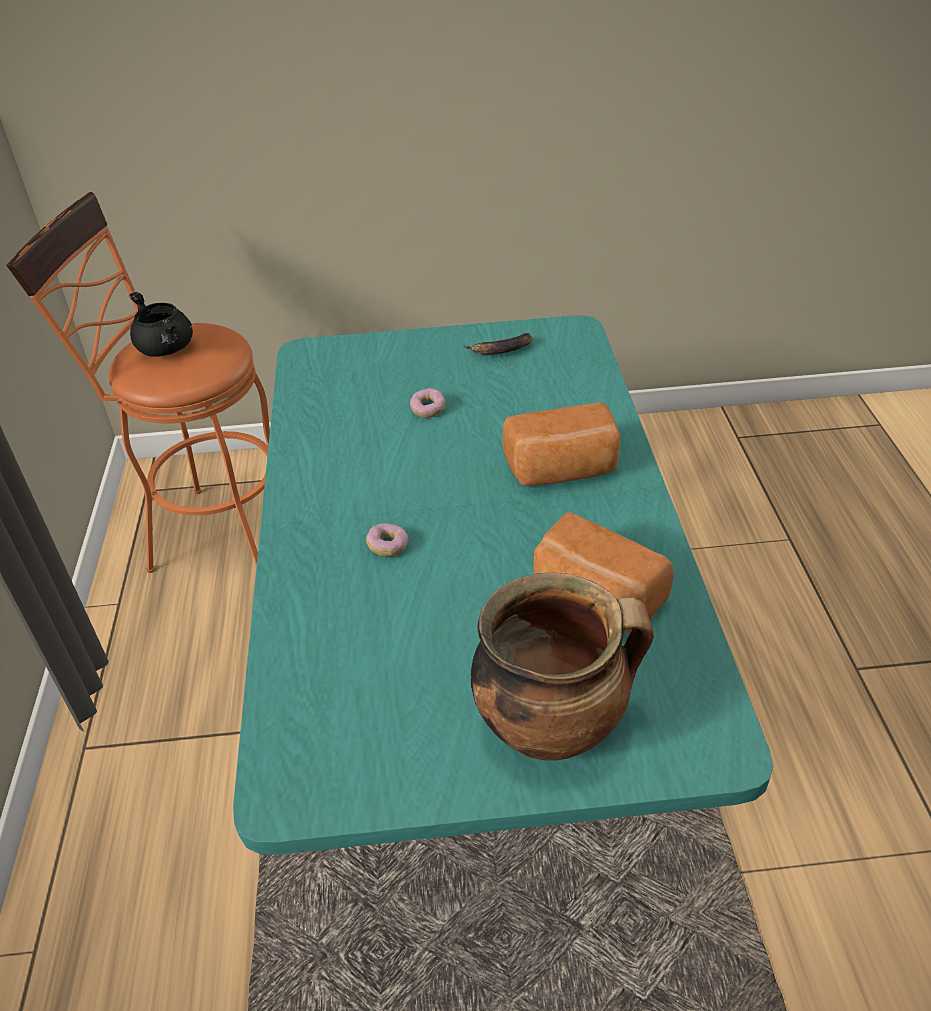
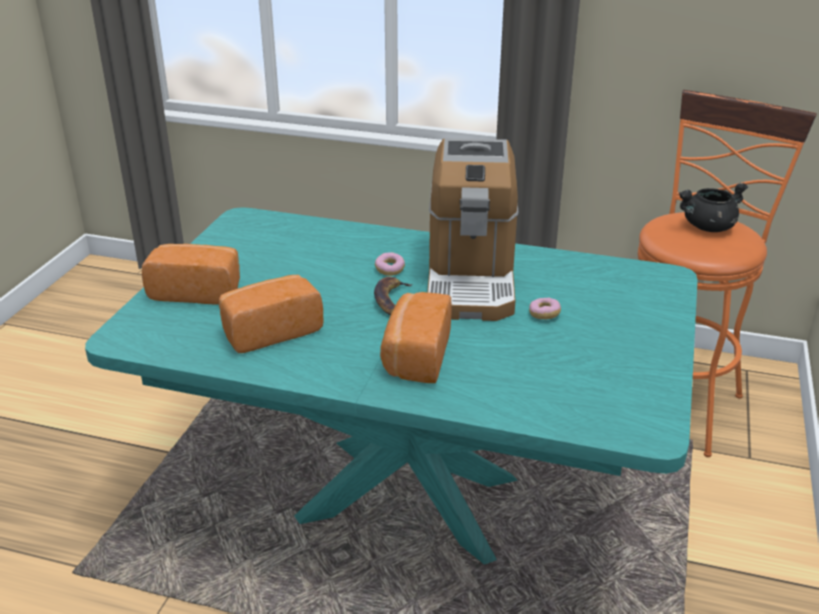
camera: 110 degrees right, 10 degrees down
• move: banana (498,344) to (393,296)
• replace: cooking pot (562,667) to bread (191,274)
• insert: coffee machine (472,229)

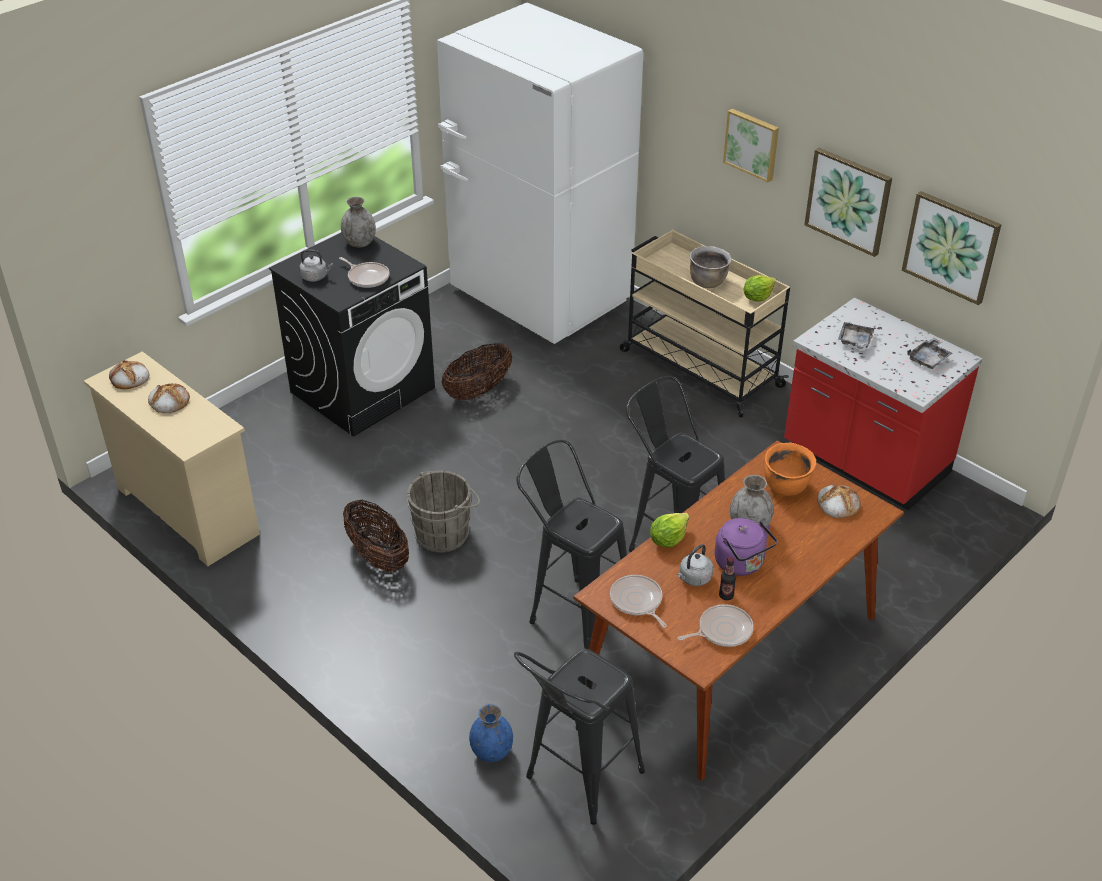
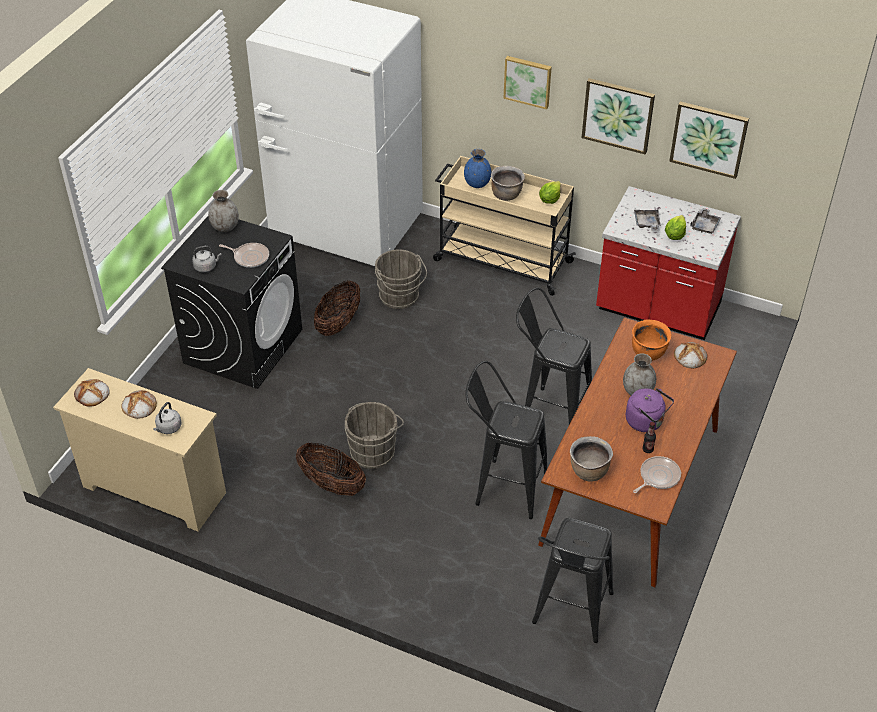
camera: 20 degrees left, 5 degrees up
• move: blue vase (491,733) to (477,168)
• replace: frying pan (638,601) to brown cooking pot (591,459)
• move: lettuce (669,530) to (675,227)
• move: grey kettle (695,565) to (167,418)
• insert: grey bucket (401,279)

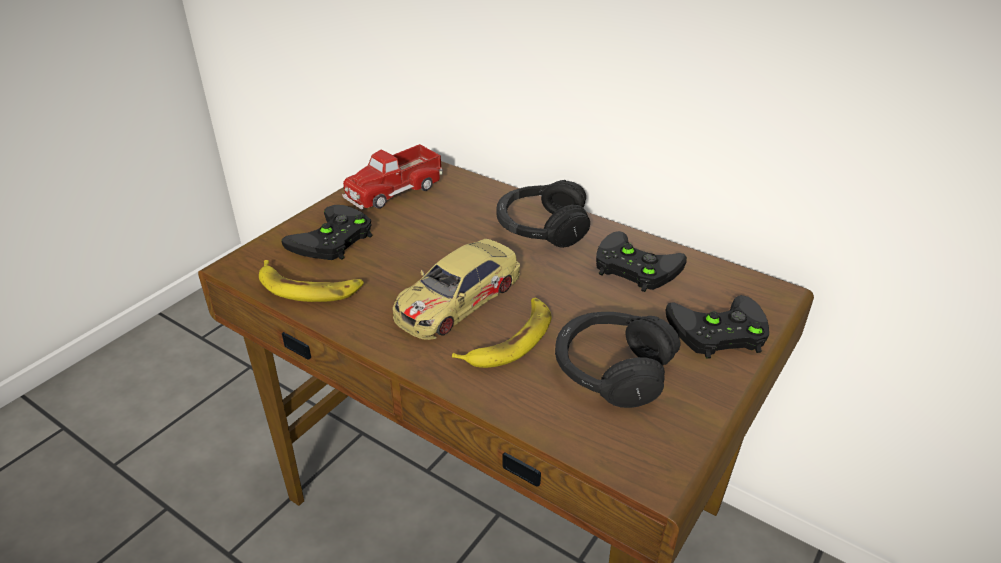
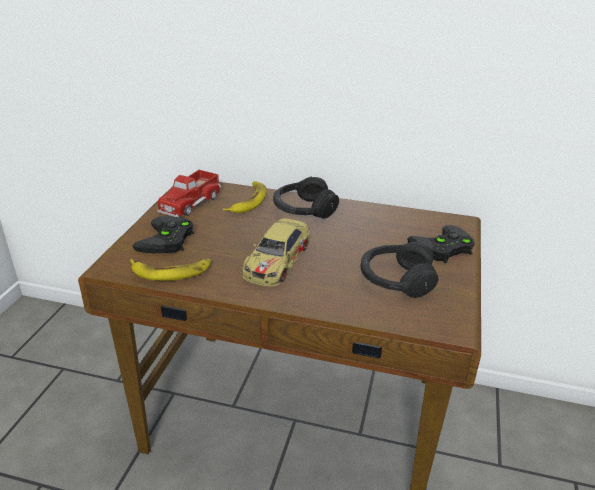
camera: 20 degrees left, 5 degrees down
• move: banana (501,333) to (245,197)
• delete: black game controller (641,261)

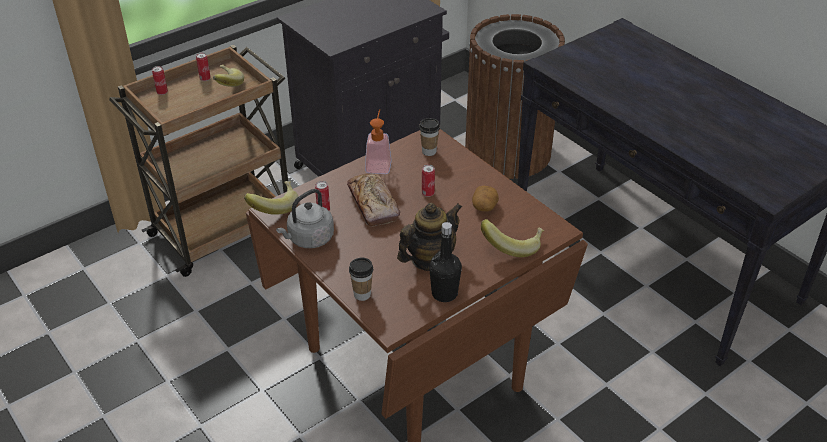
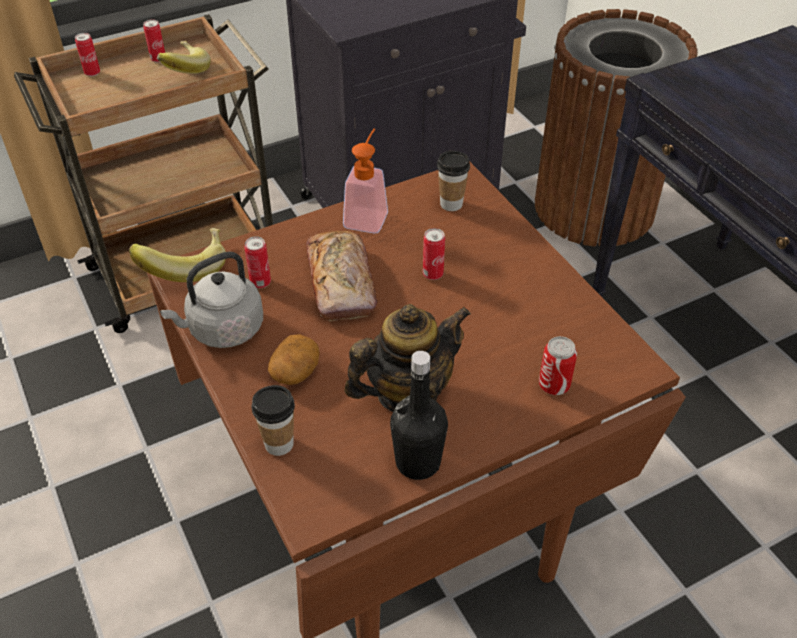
camera: 10 degrees right, 5 degrees up
• move: potato (485,198) to (294,359)
• replace: banana (512,238) to can (558,365)

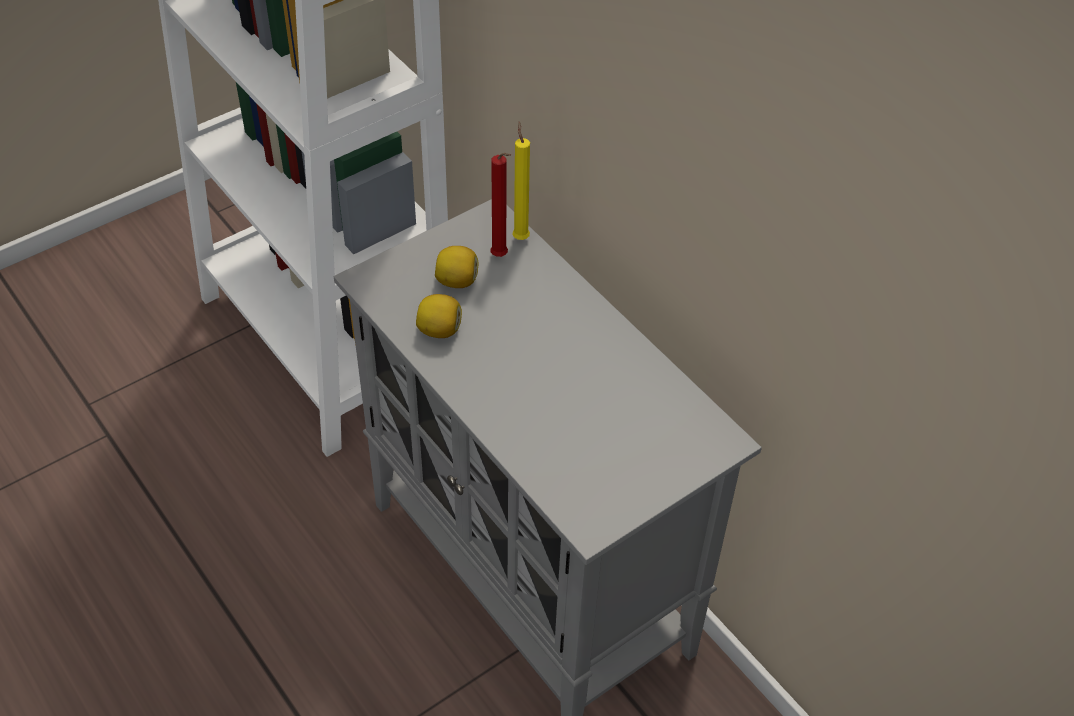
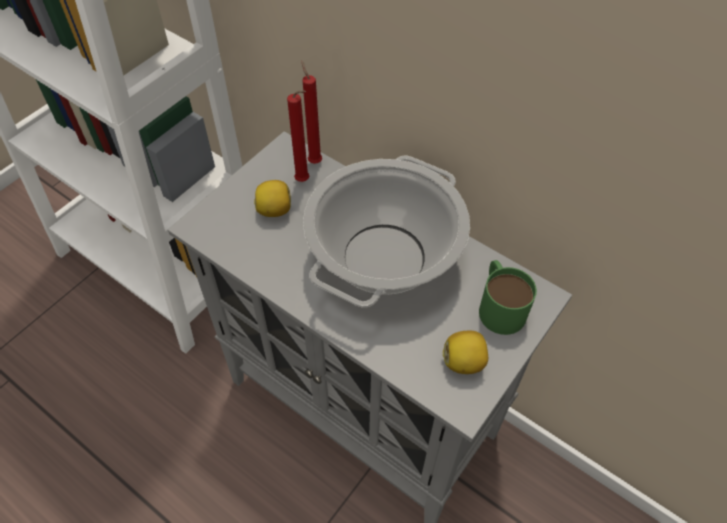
camera: 15 degrees left, 5 degrees up
• move: lemon (439,316) to (465,352)
• recolor: yellow candle (521,180) to red candle (311,112)
• insert: cooking pot (386,232)
• insert: green mug (508,297)

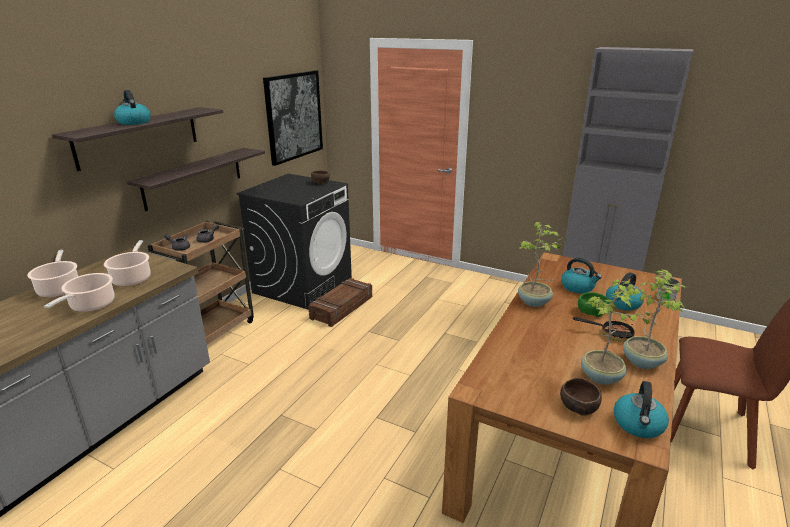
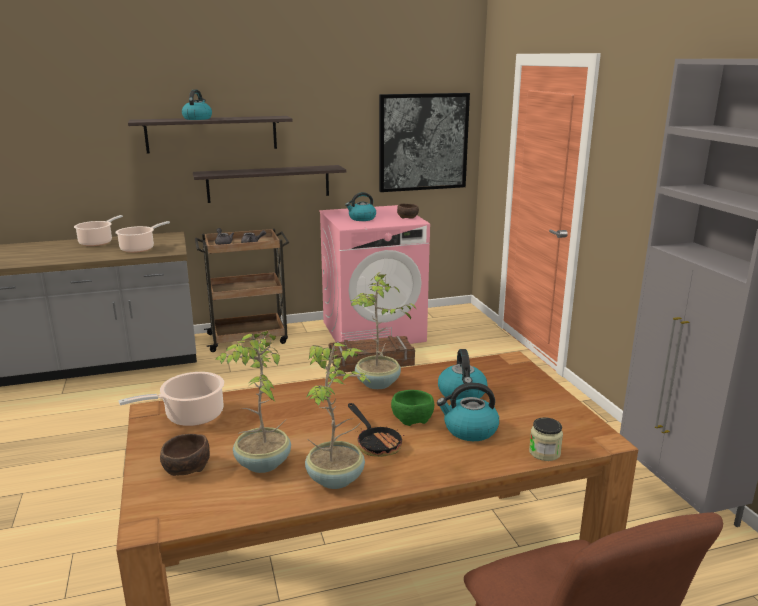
camera: 45 degrees right, 5 degrees down
• move: cooking pot (79,292) to (171,399)
• recolor: black washing machine (294,242) to pink washing machine (374,274)
• move: kettle (641,409) to (360,206)

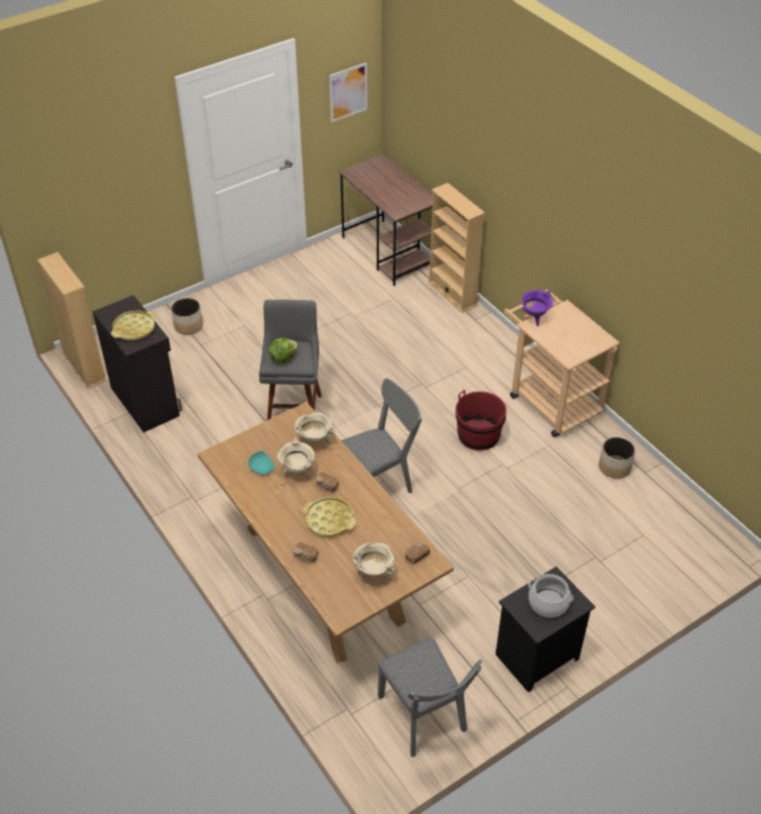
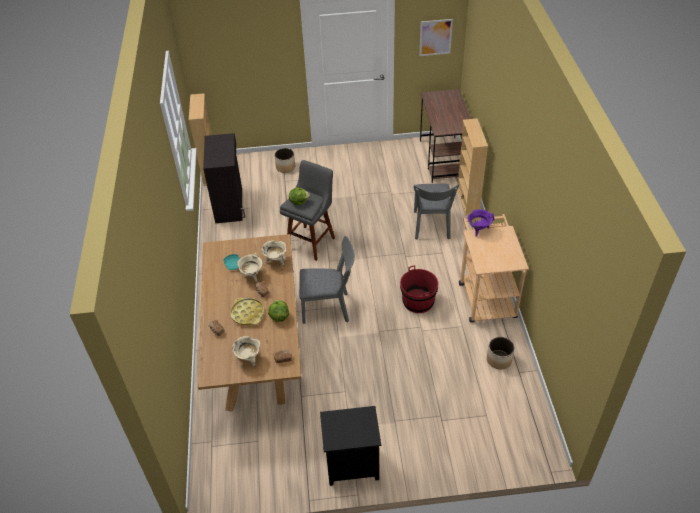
camera: 30 degrees right, 0 degrees up
• delete: yellow tray (133,325)
• move: grey chair (430,697) to (436,212)
• delete: cooking pot (550,596)
• insert: lettuce (278,311)

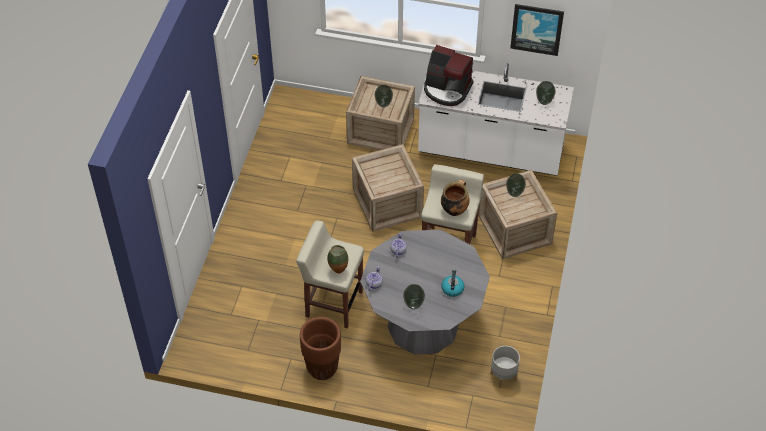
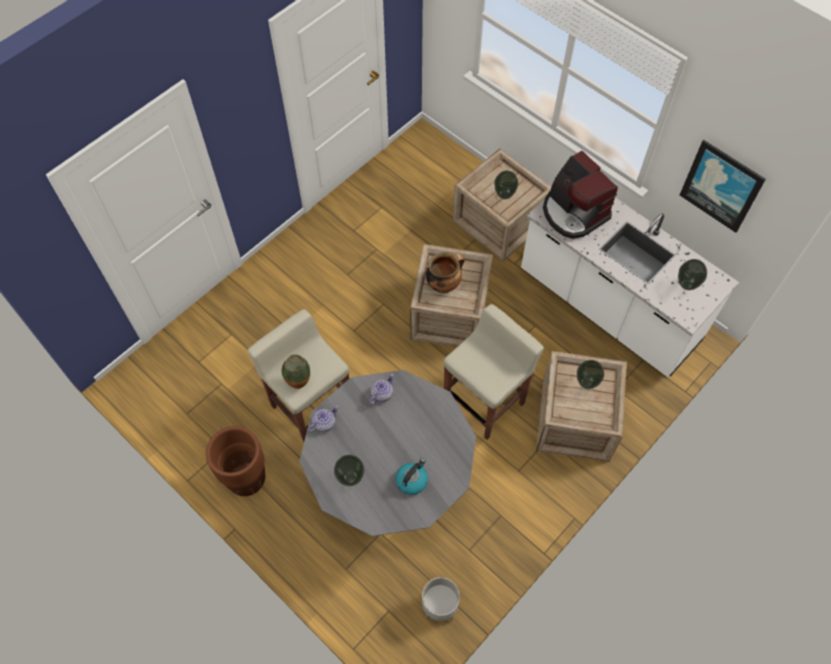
camera: 30 degrees right, 10 degrees up
• move: cooking pot (455,197) to (445,272)

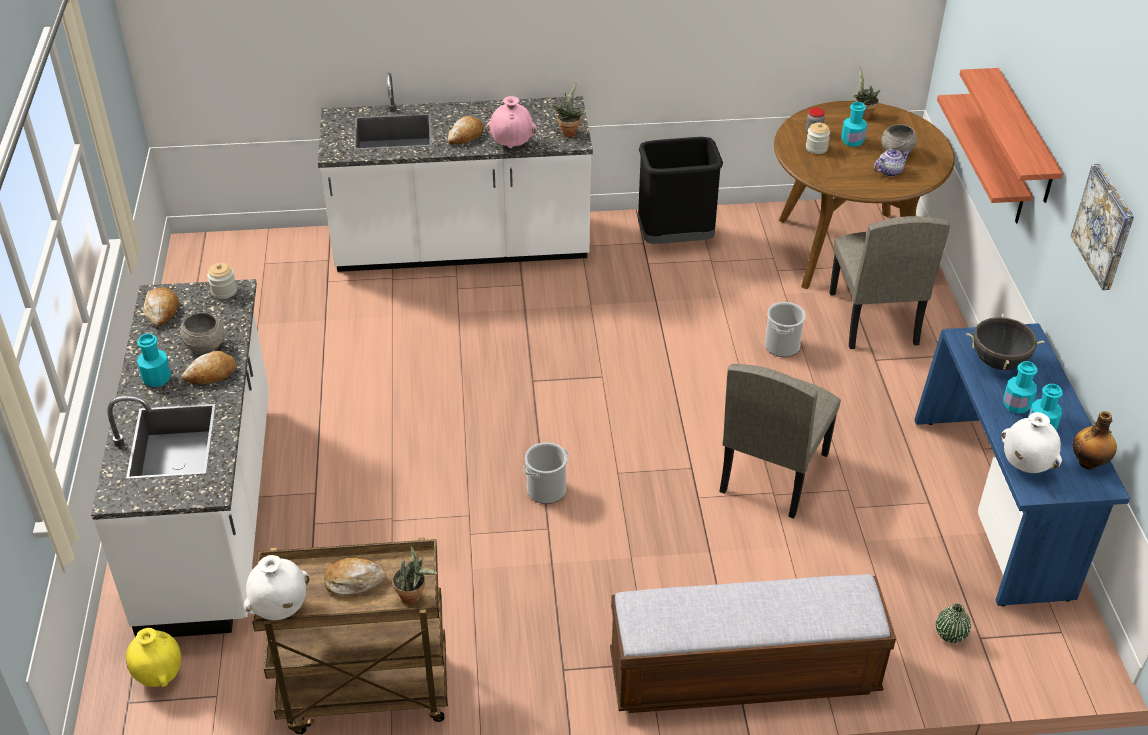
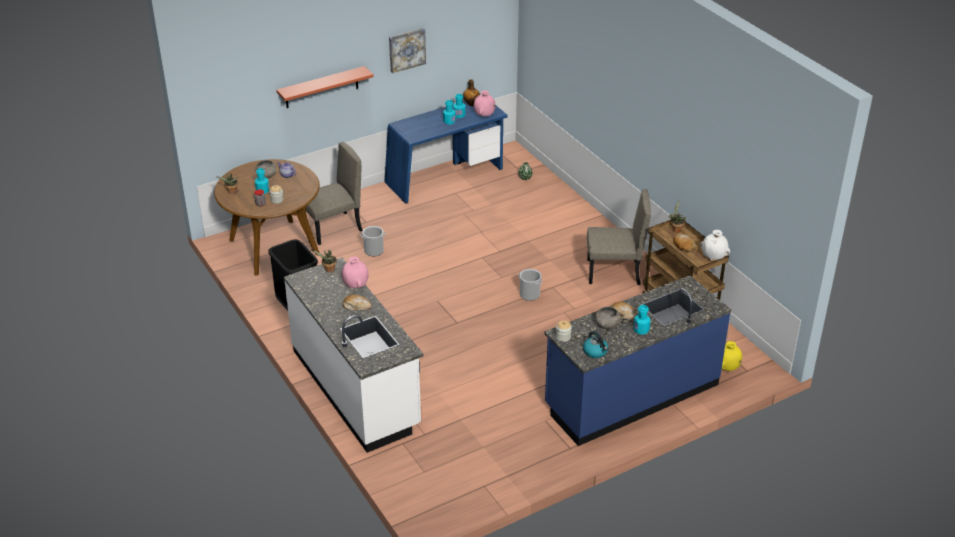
camera: 115 degrees left, 5 degrees down
• recolor: white counter (180,458) to blue counter (638,360)
• replace: bread (161,307) to kettle (595,344)
• delete: bench (753,643)
• move: beige chair (780,441) to (619,237)
• delete: shelf (985,158)
• delete: black cooking pot (1005,341)
• recolor: white vase (1031,442) to pink vase (485,103)

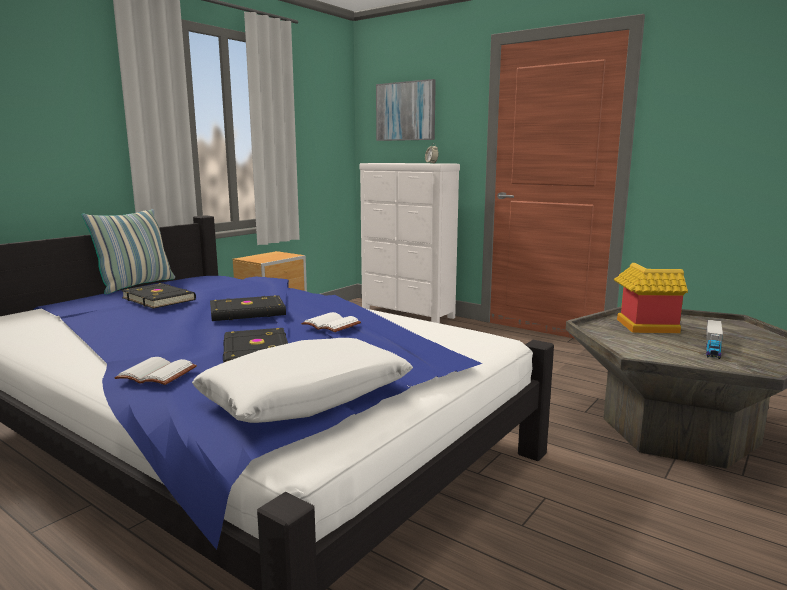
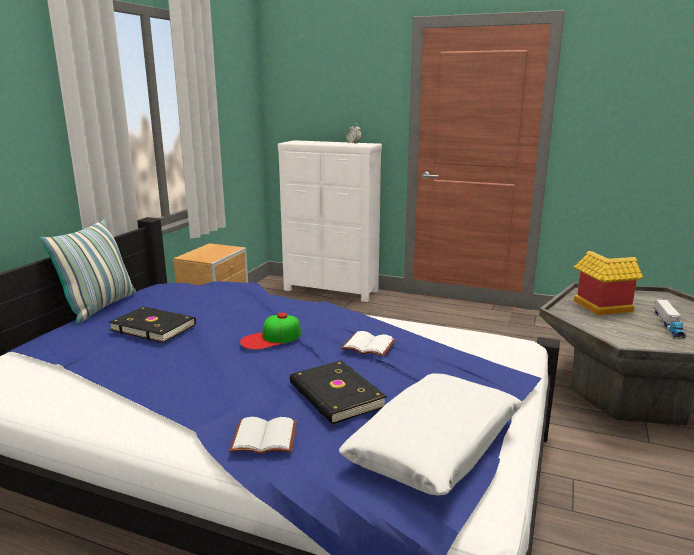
camera: 15 degrees left, 5 degrees up
• replace: black book (248,308) to cap (270,331)
• delete: picture (406,110)

